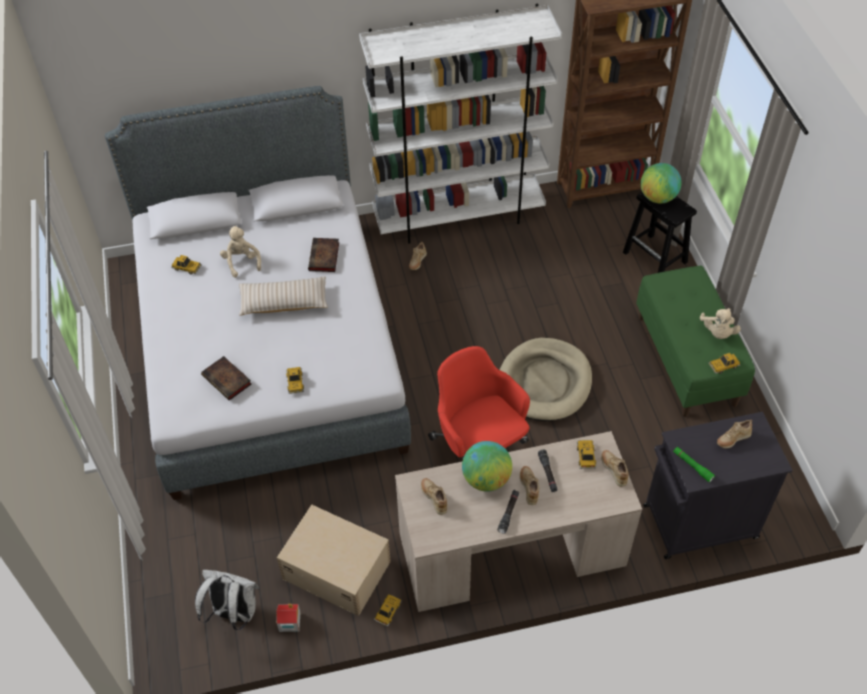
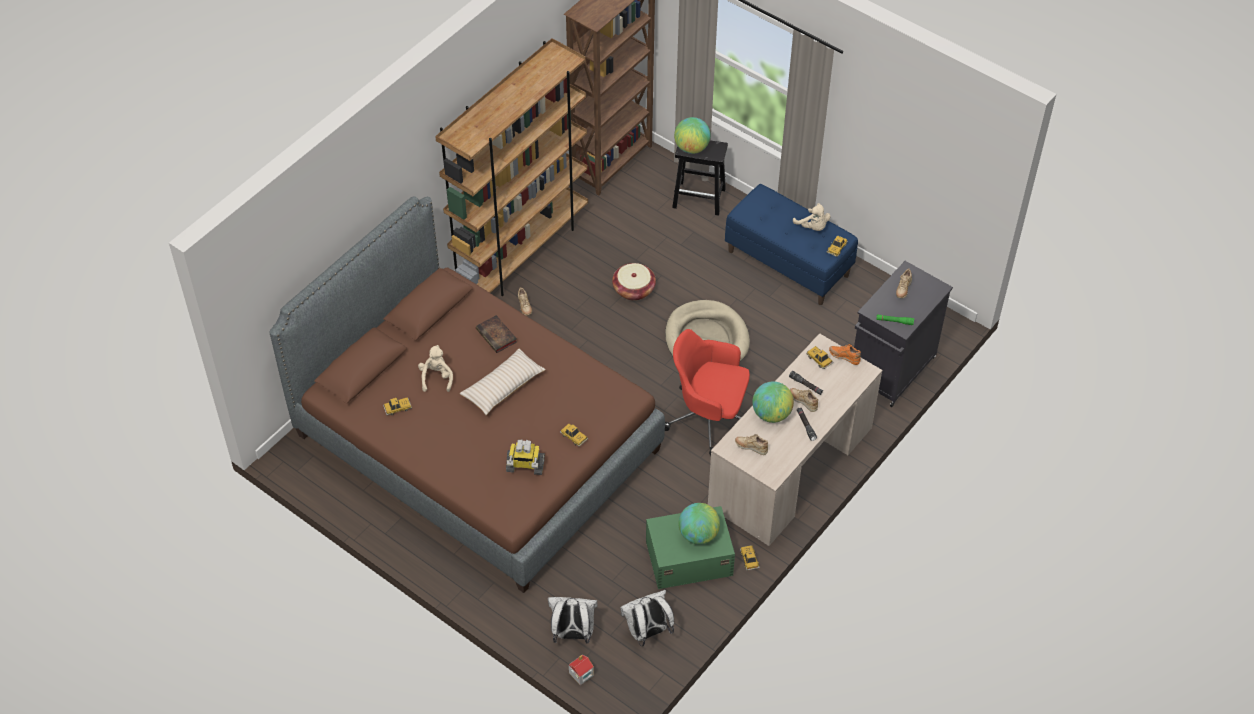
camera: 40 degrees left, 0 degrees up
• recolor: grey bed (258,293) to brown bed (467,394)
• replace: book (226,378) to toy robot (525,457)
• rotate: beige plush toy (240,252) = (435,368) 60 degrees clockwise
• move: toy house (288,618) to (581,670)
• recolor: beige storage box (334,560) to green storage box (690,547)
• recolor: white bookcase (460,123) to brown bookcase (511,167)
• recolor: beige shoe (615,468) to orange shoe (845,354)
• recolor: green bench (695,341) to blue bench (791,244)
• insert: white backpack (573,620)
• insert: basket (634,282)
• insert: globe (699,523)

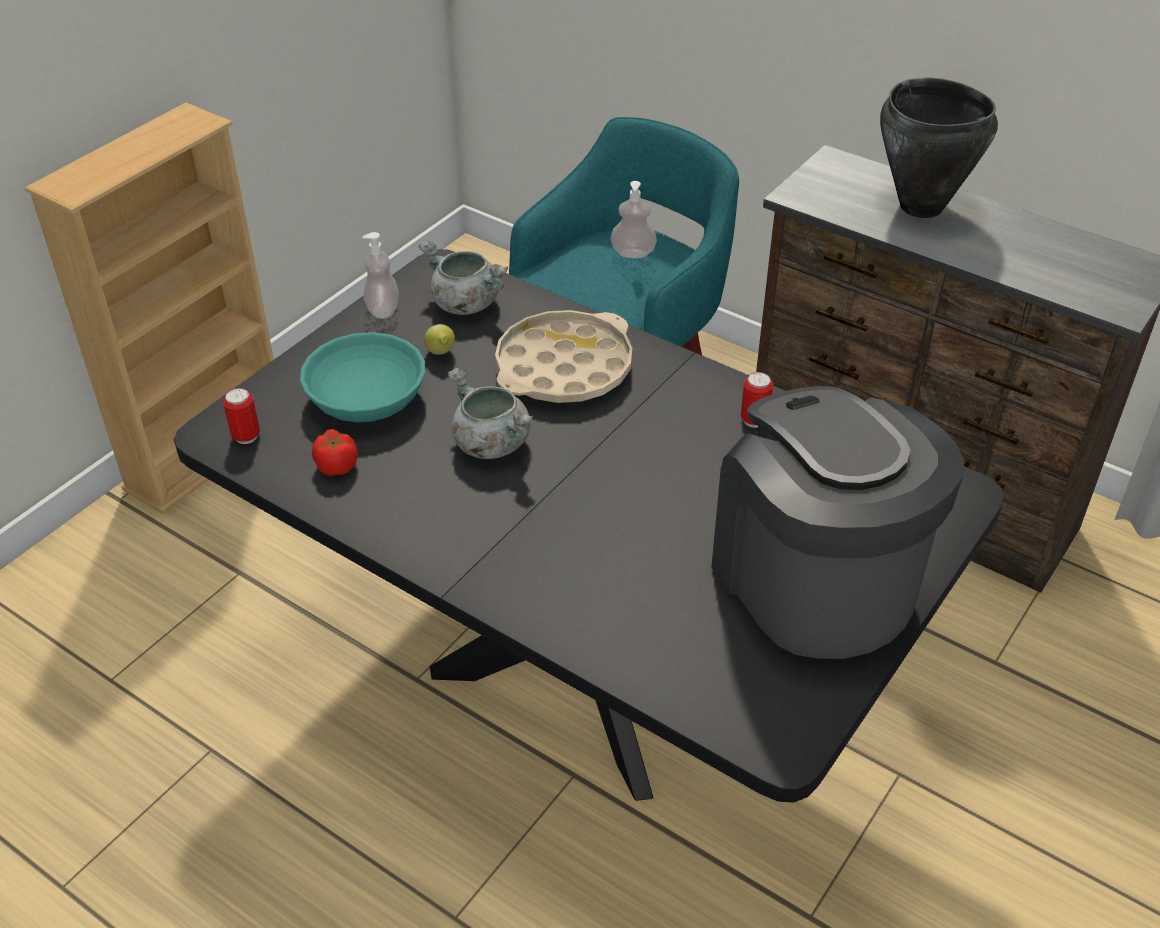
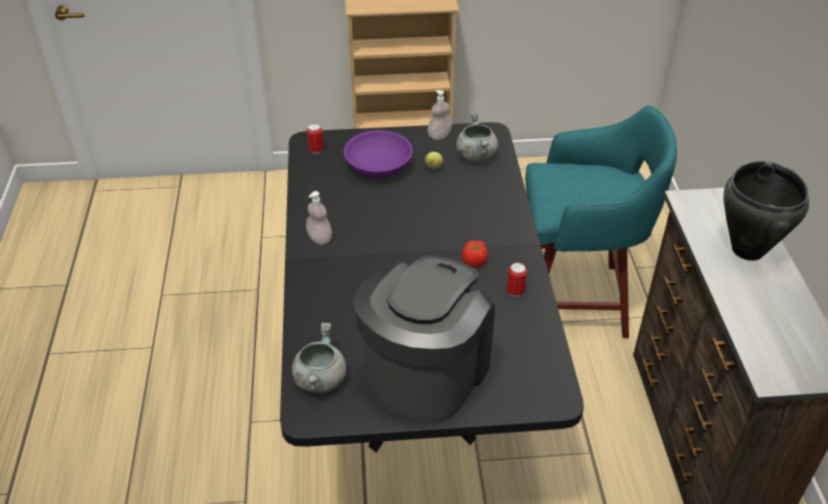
camera: 50 degrees right, 0 degrees up
• recolor: turquoise bowl (362,377) to purple bowl (378,154)
• move: tomato (335,452) to (475,253)
• move: grey cooking pot (491,413) to (319,357)
• delete: beige tray (563,356)
• move: soap dispenser (634,219) to (319,218)

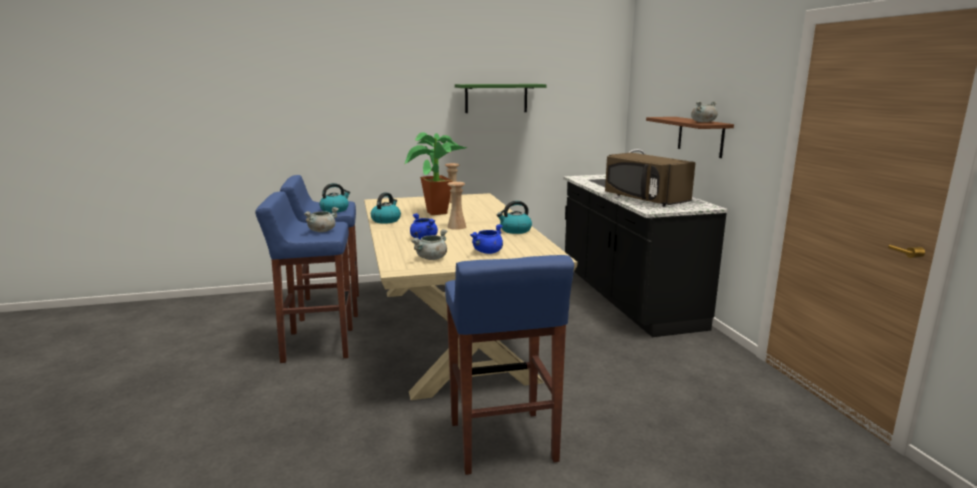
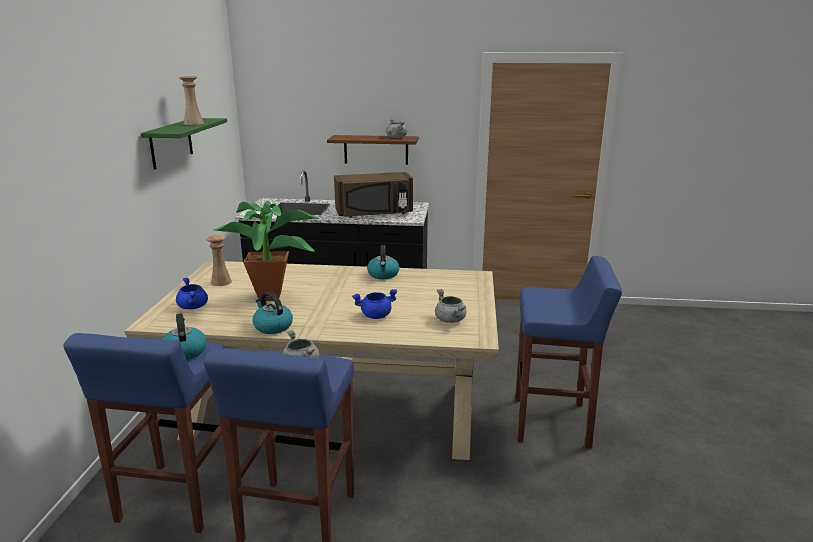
camera: 70 degrees left, 5 degrees up
• move: beige vase (457,206) to (191,100)
• move: blue cooking pot (486,239) to (192,293)

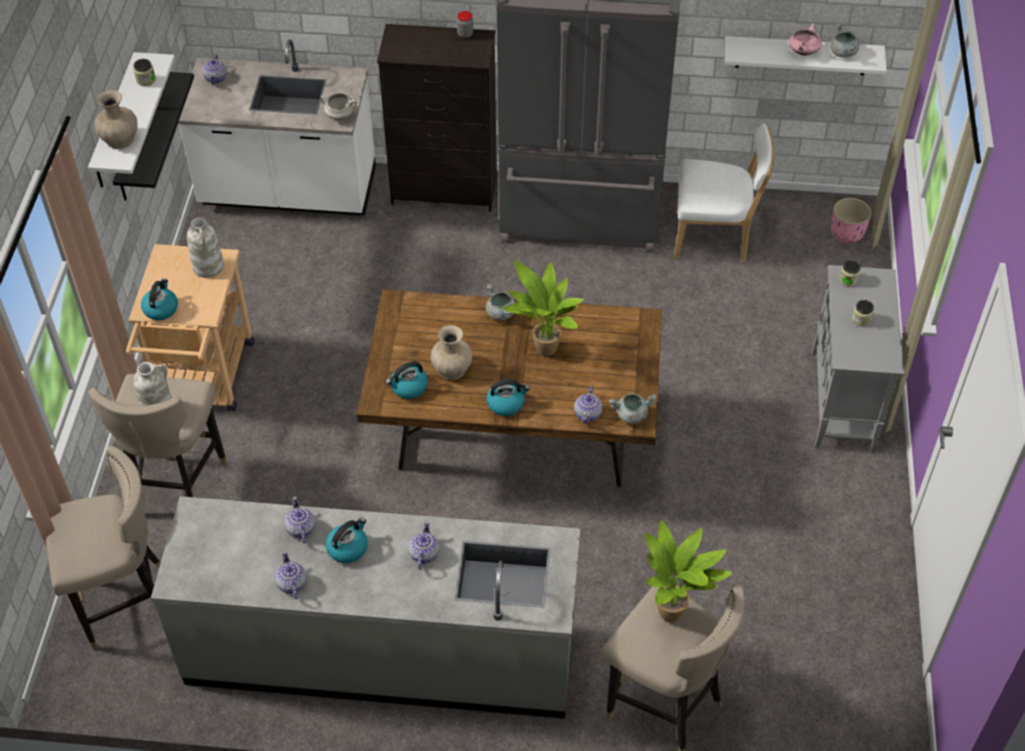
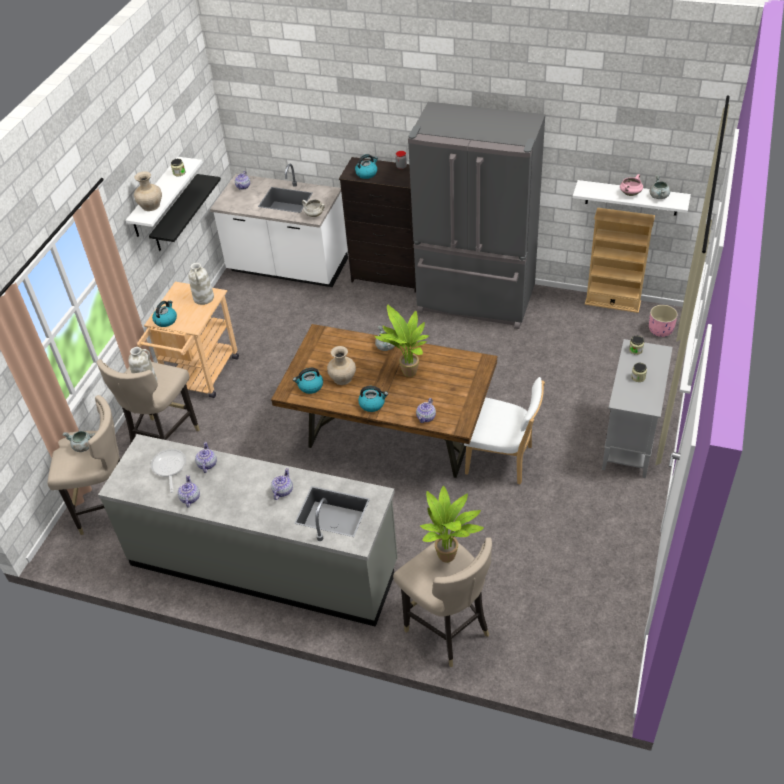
camera: 15 degrees right, 5 degrees down
• move: kettle (347,540) to (366,166)
• move: grey cooking pot (632,409) to (79,441)
• move: white chair (724,193) to (504,430)
• insert: frying pan (168,471)
• insert: beige bookcase (620,260)

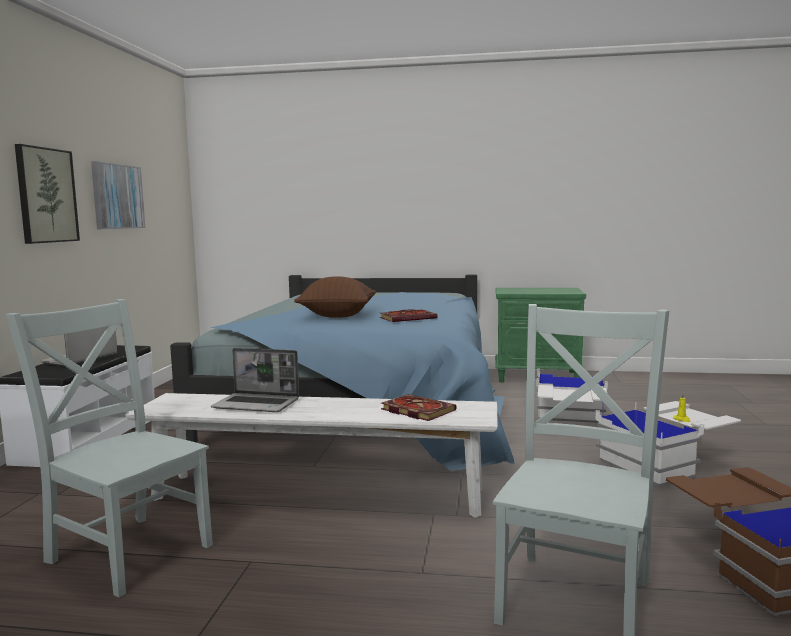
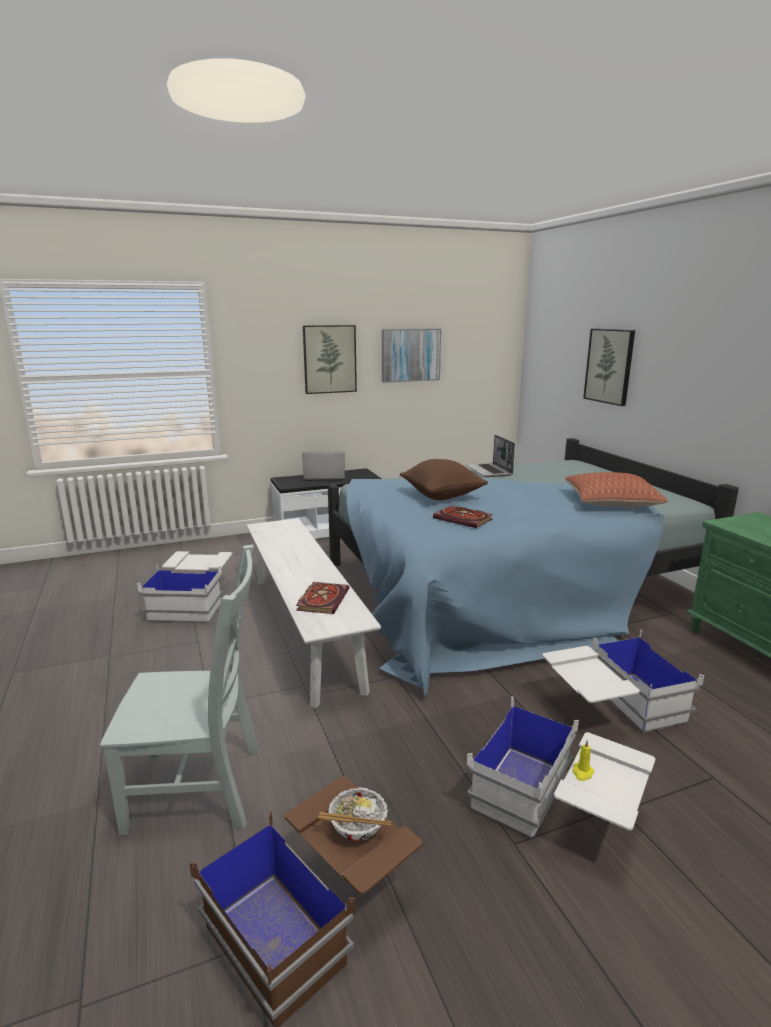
camera: 60 degrees right, 10 degrees up
• replace: grey chair (109,448) to white storage box (184,587)
• move: laptop (255,380) to (490,456)
• insert: bowl (354,814)
• insert: pillow (616,489)
• insert: picture (609,367)

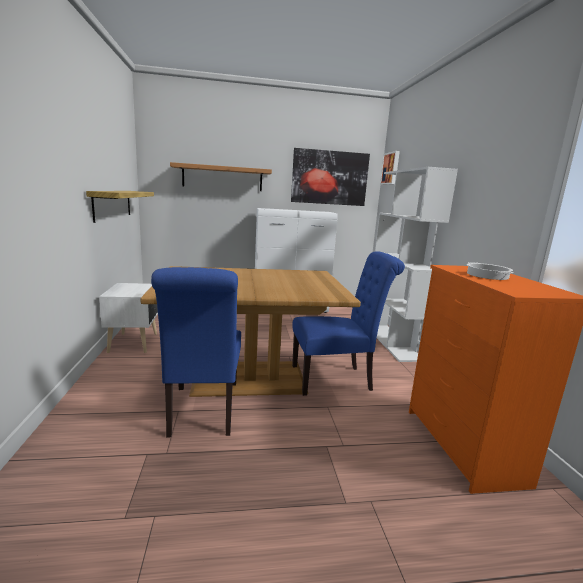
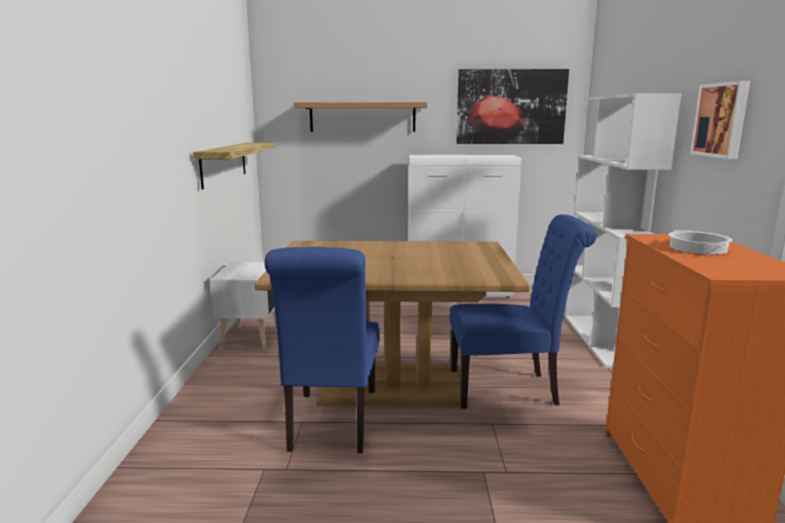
camera: 10 degrees right, 0 degrees up
• move: picture (390,168) to (720,120)

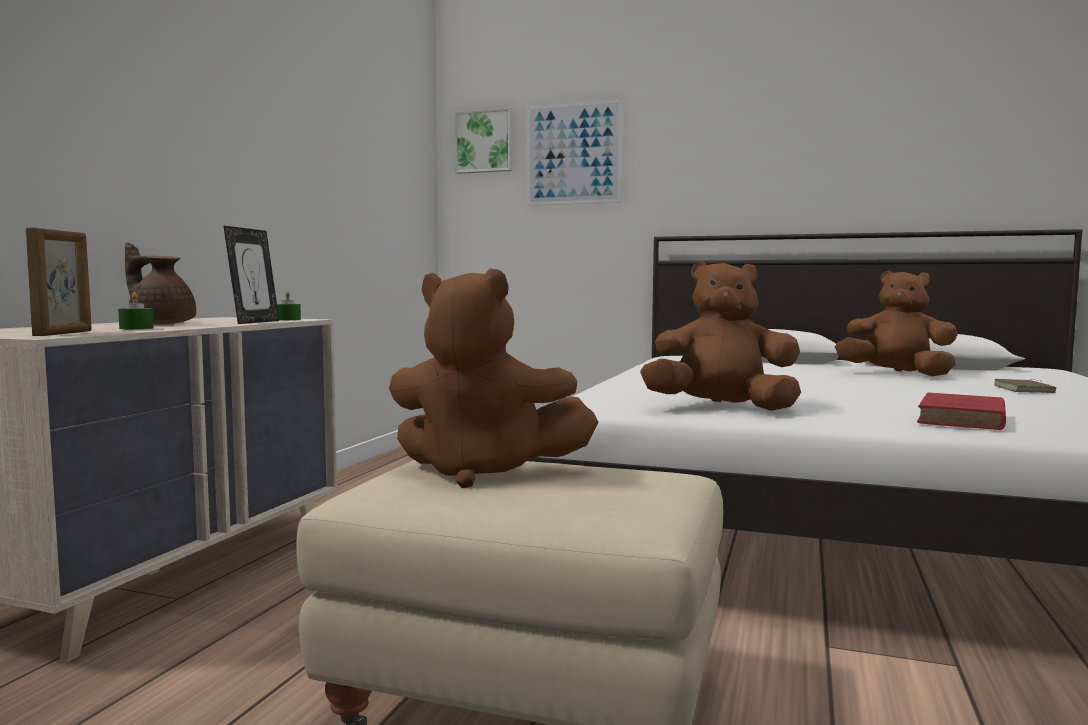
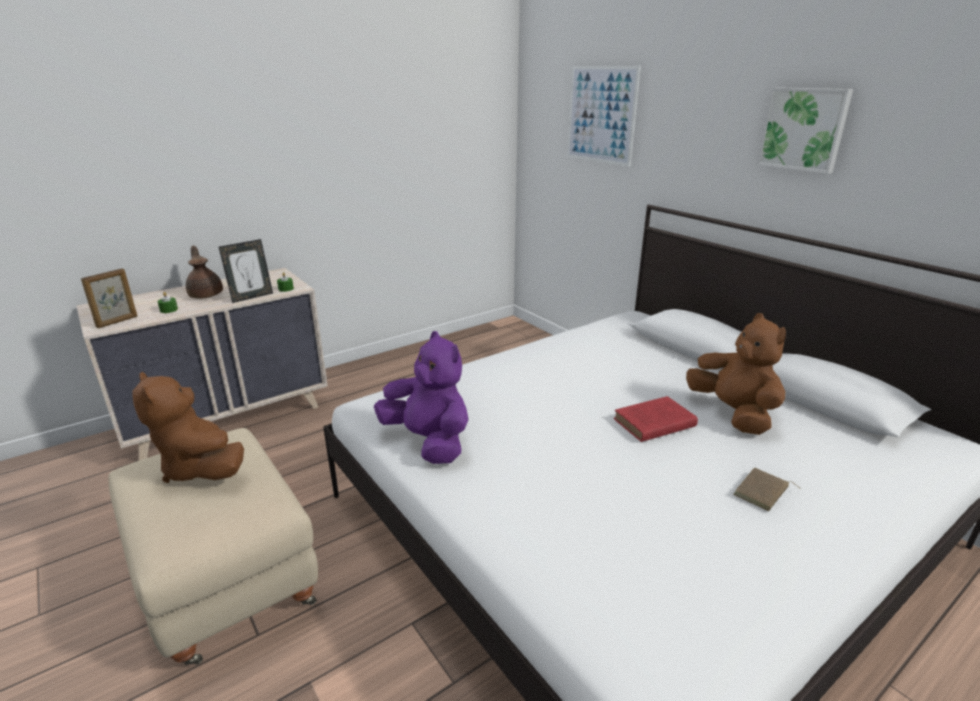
camera: 35 degrees right, 20 degrees up
• move: picture (484,141) to (805,130)
• recolor: brown plush toy (720,336) to purple plush toy (421,397)
• move: red book (961,411) to (656,419)

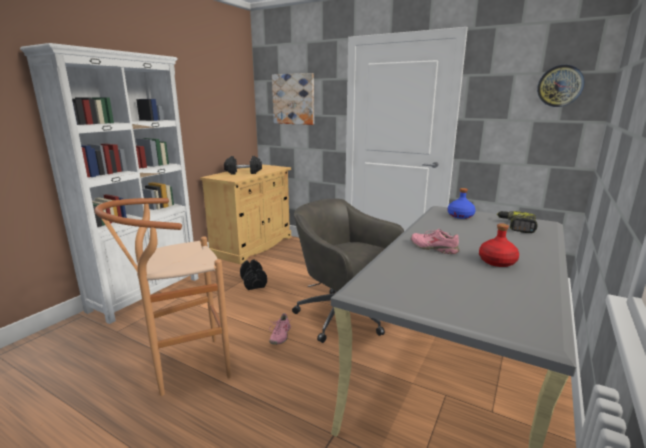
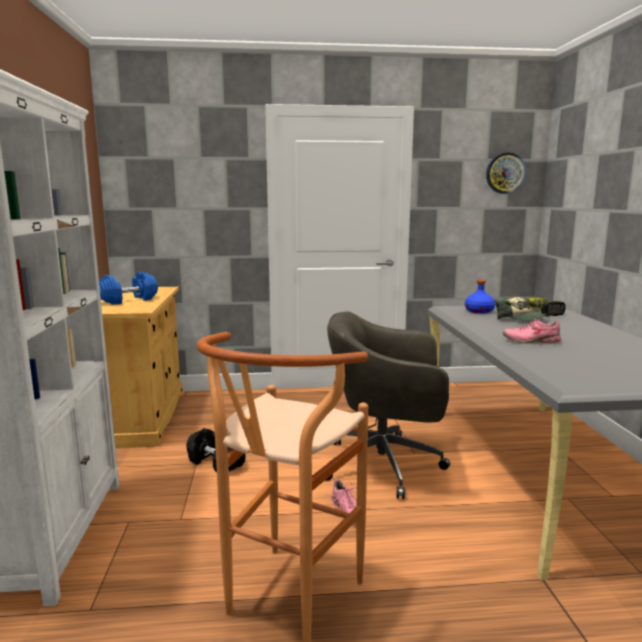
camera: 35 degrees left, 5 degrees down
• recolor: black dumbbell (243,165) to blue dumbbell (128,288)
• delete: picture (293,99)
• delete: red bottle (499,245)
• insert: cap (522,309)

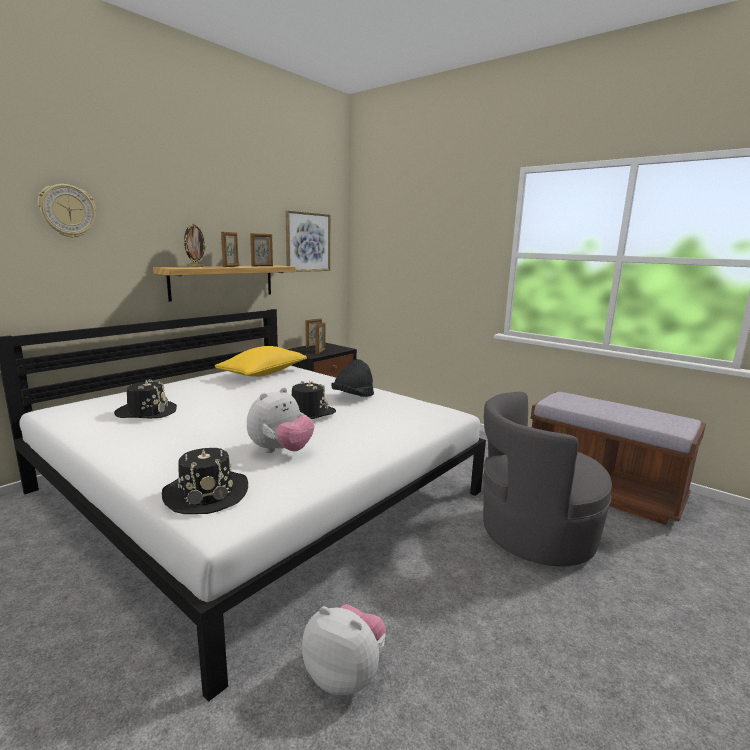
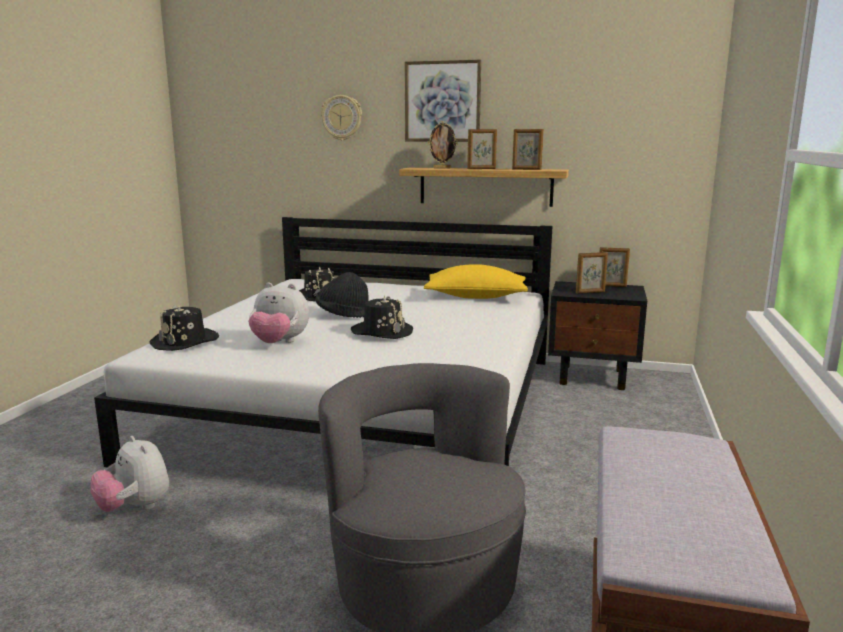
camera: 65 degrees right, 0 degrees up
• move: picture (307,241) to (443,101)
• rotate: plush toy (344,649) = (129,474) 135 degrees clockwise
• move: black hat (352,378) to (342,295)

